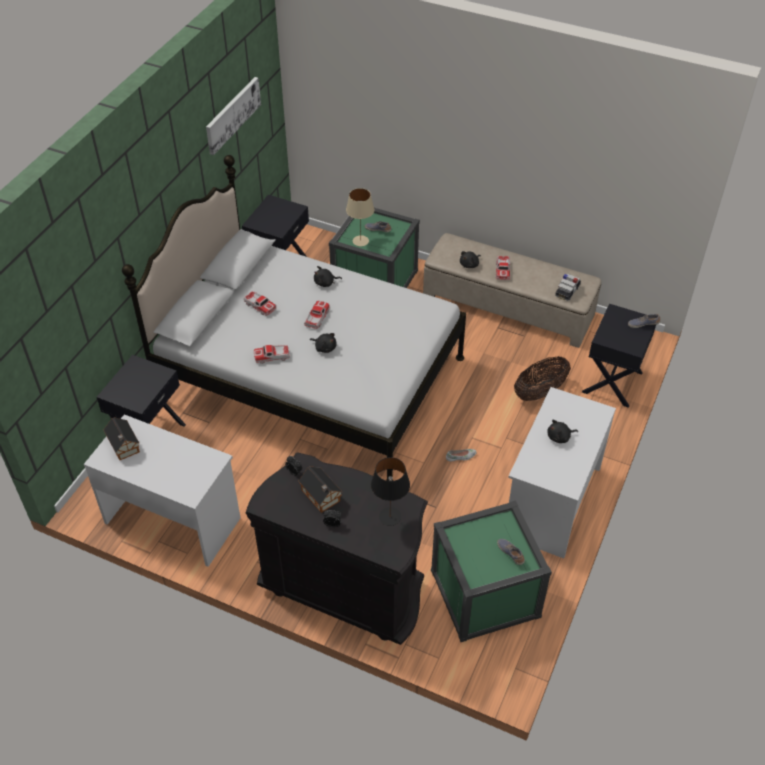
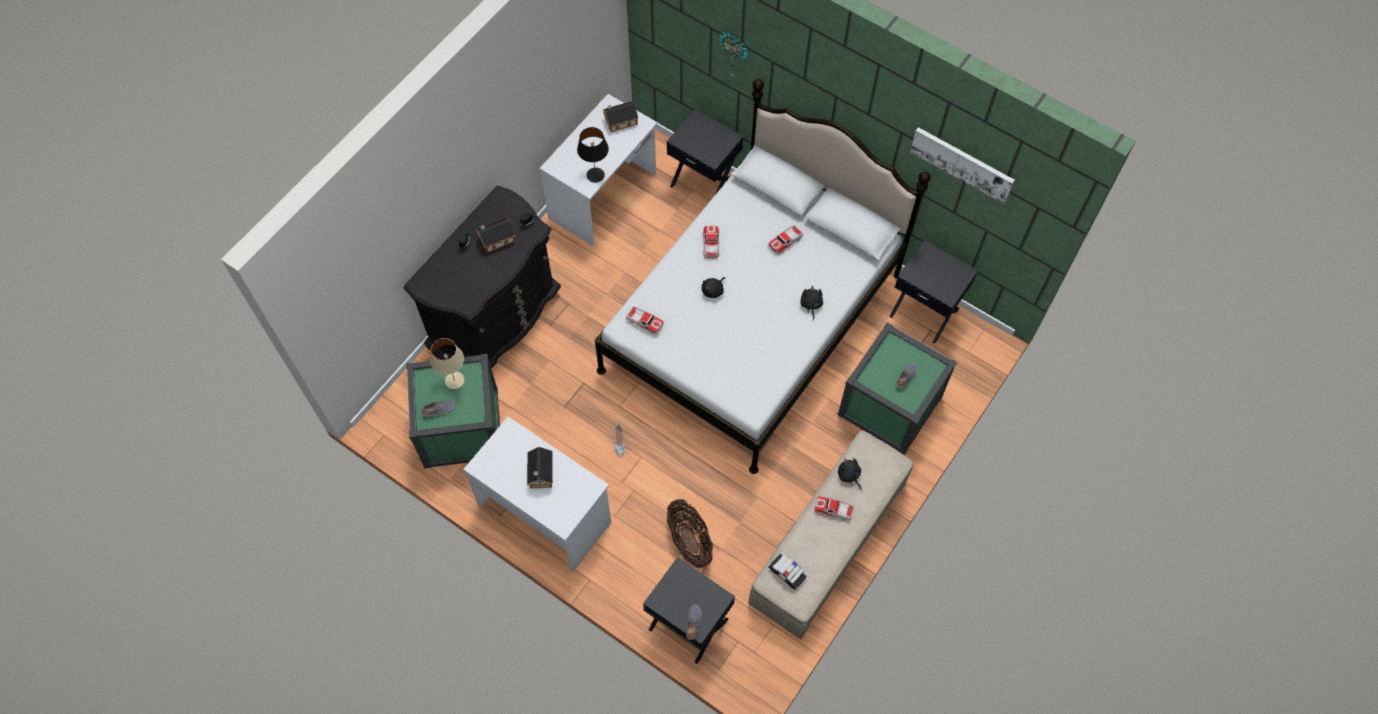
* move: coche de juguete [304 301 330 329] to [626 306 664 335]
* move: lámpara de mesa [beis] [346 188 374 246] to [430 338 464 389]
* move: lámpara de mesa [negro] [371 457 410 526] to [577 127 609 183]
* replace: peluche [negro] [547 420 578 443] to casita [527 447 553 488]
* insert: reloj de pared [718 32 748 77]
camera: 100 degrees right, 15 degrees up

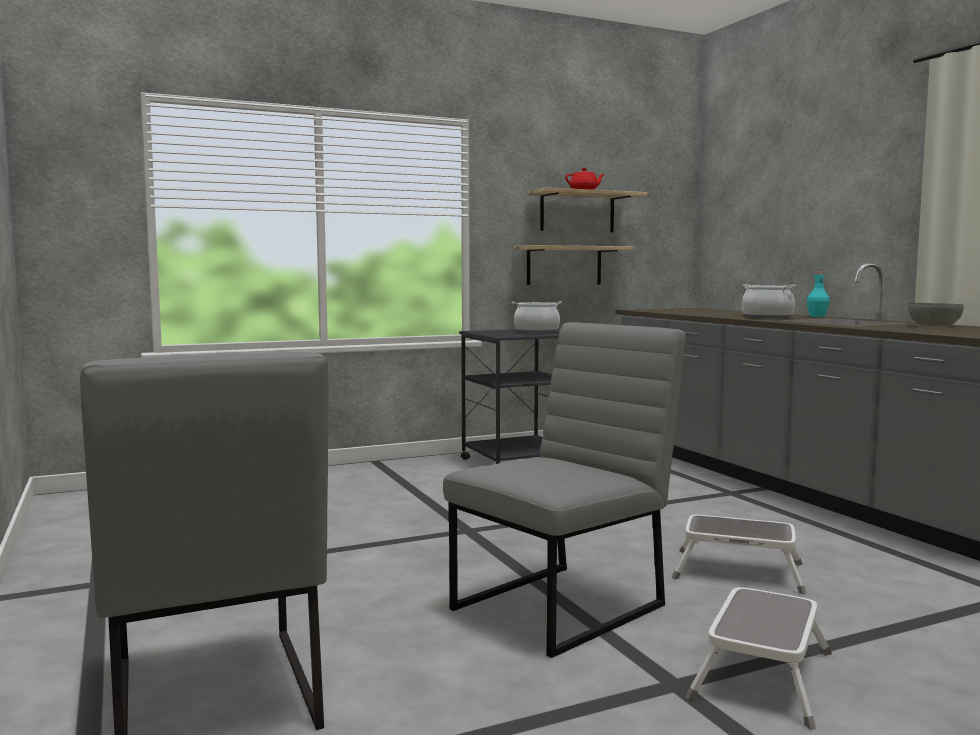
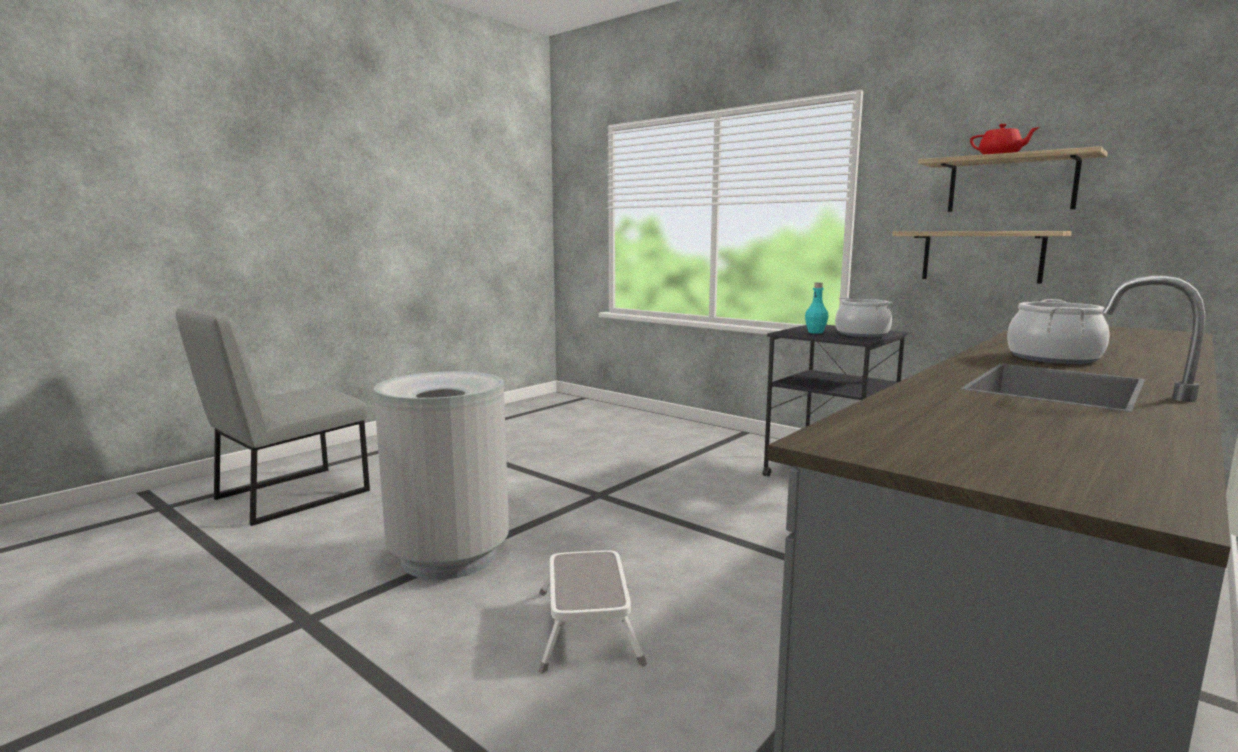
* replace: silla [gris] [443 322 685 658] to papelera [gris] [374 371 509 580]
* delete: escalera de tijera [gris] [685 587 832 730]
* move: botella [turquesa] [807 270 830 317] to [805 283 829 334]
* delete: cuenco [gris] [908 303 964 327]
camera: 65 degrees right, 5 degrees up

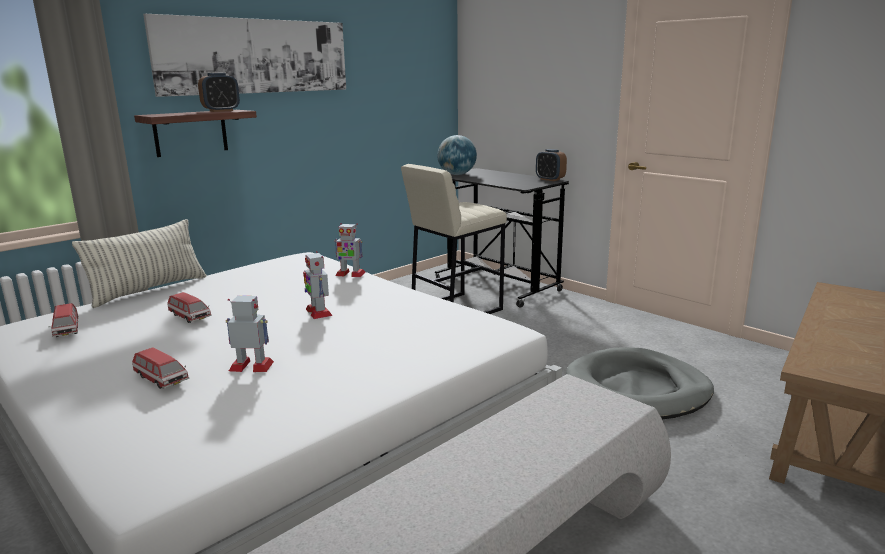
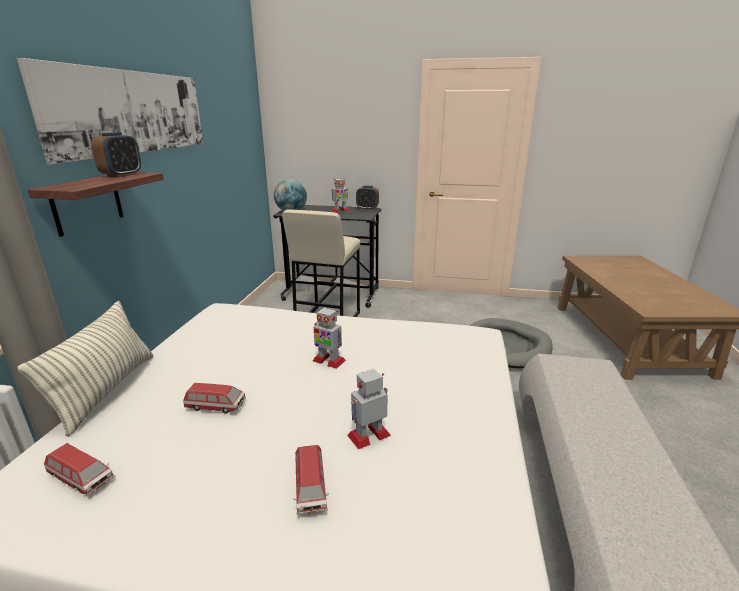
* rotate: coche de juguete [132 347 189 389] = [293 445 329 515] 75 degrees clockwise
* move: robot de juguete [335 223 366 277] to [331 179 350 212]
camera: 35 degrees left, 5 degrees up

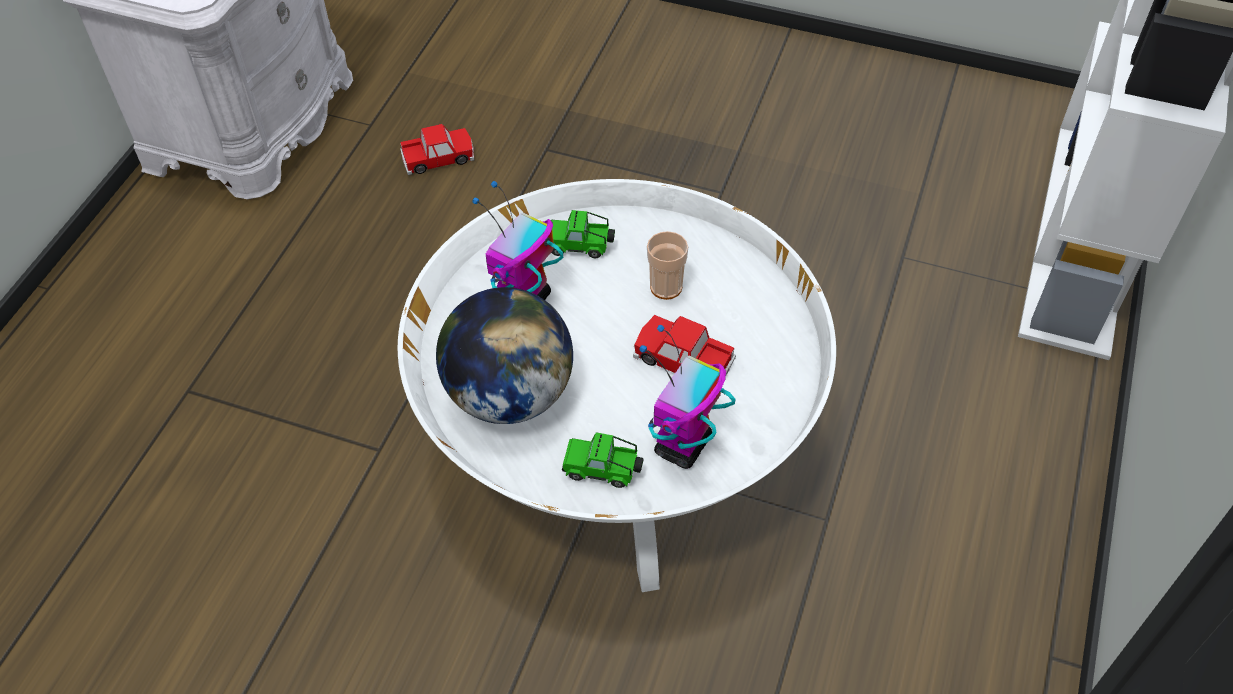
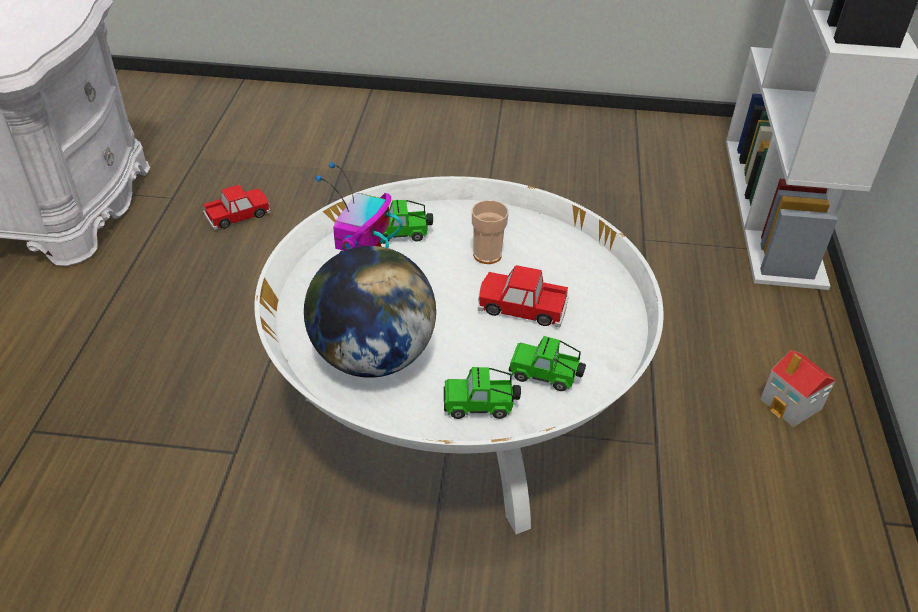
* replace: robot de juguete [640 325 735 469] to coche de juguete [509 336 586 391]
* insert: casita [760 350 836 427]
camera: 15 degrees left, 10 degrees down

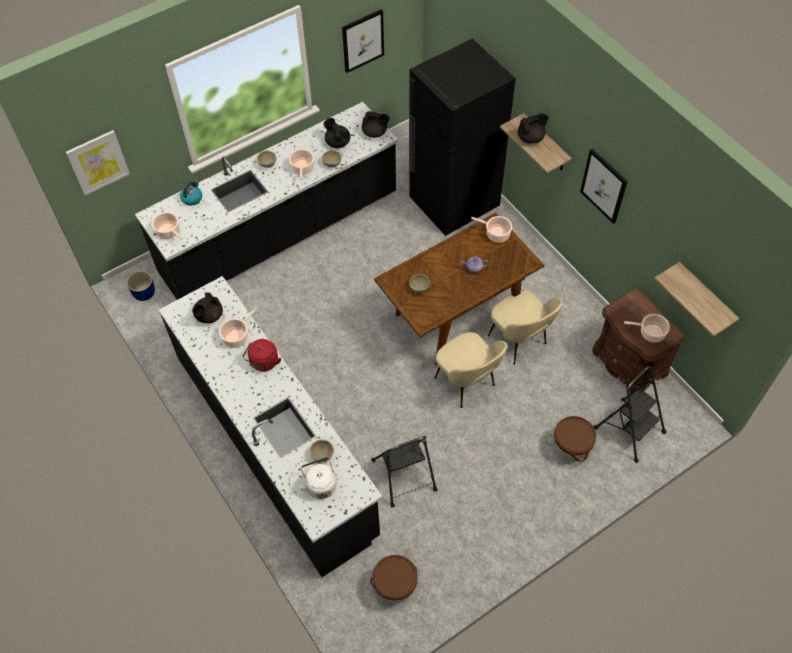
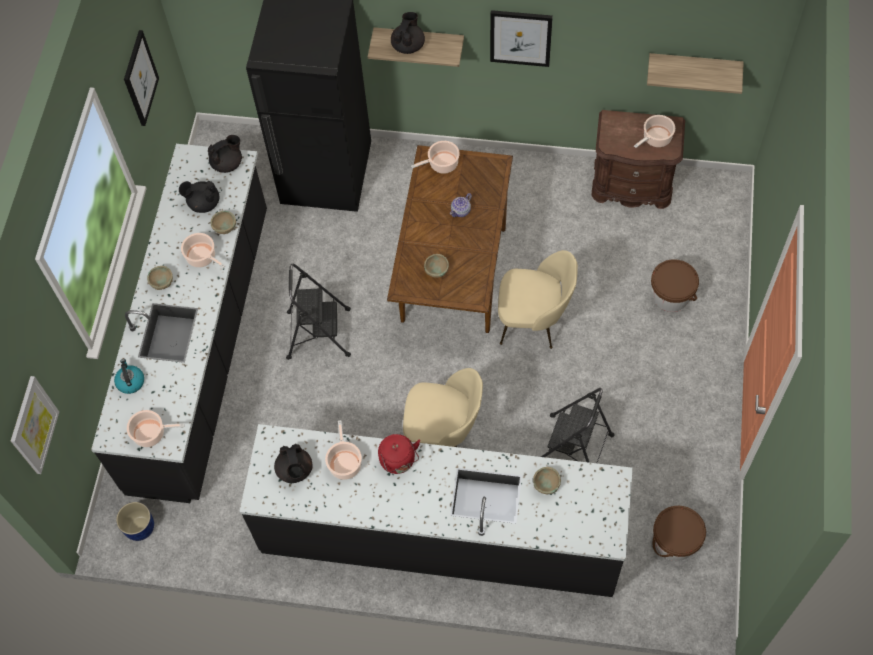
* delete: hervidor [blanco] [298 457 337 499]
* move: silla [beis] [488 291 563 365] to [403 368 483 447]
* move: escalera de tijera [negro] [593 366 666 463] to [286 263 351 360]
camera: 45 degrees left, 5 degrees up

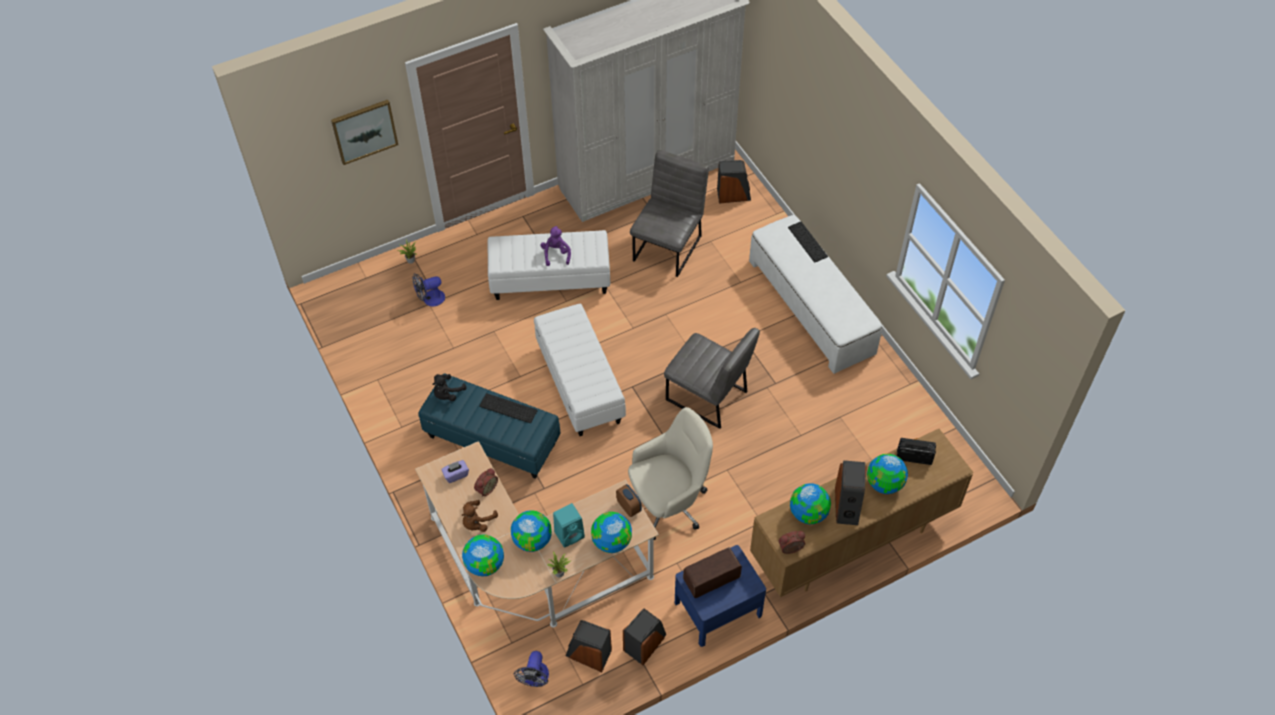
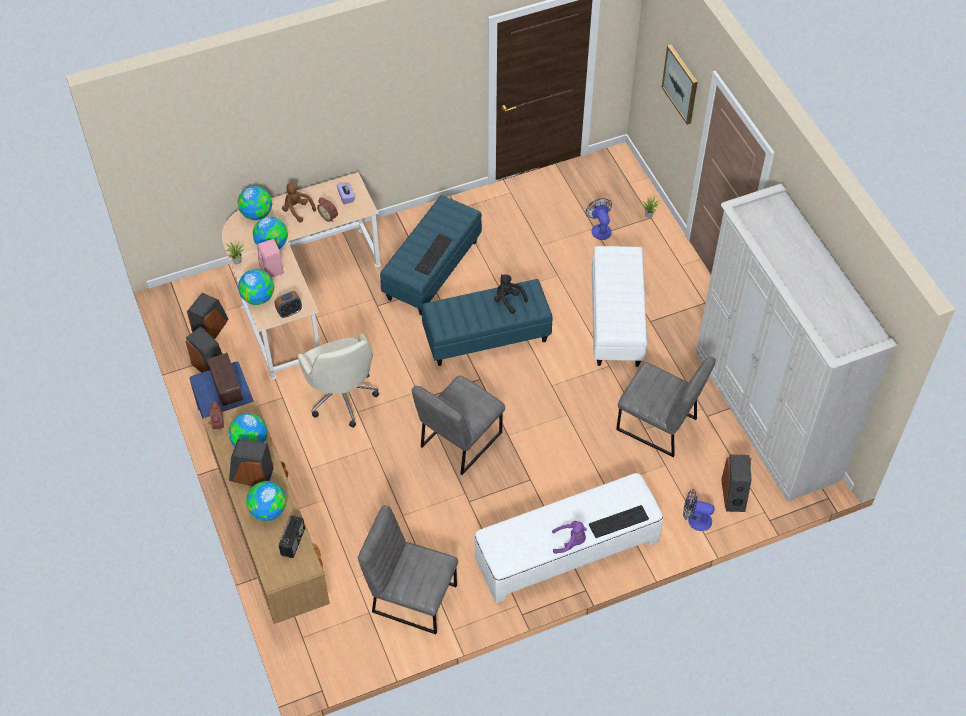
* move: peluche [negro] [432 374 467 401] to [494 274 528 314]
* move: ventilador [514 651 549 687] to [683 489 715 531]
* recolor: puf [blanco] [534 304 626 436] to puf [azul] [422 279 553 366]
* move: peluche [morado] [540 226 571 266] to [552 521 587 554]
* recolor: altavoz [turquesa] [553 503 585 548] to altavoz [rosa] [257 239 284 278]
* insert: silla [gris] [358 505 458 634]
camera: 95 degrees right, 0 degrees up

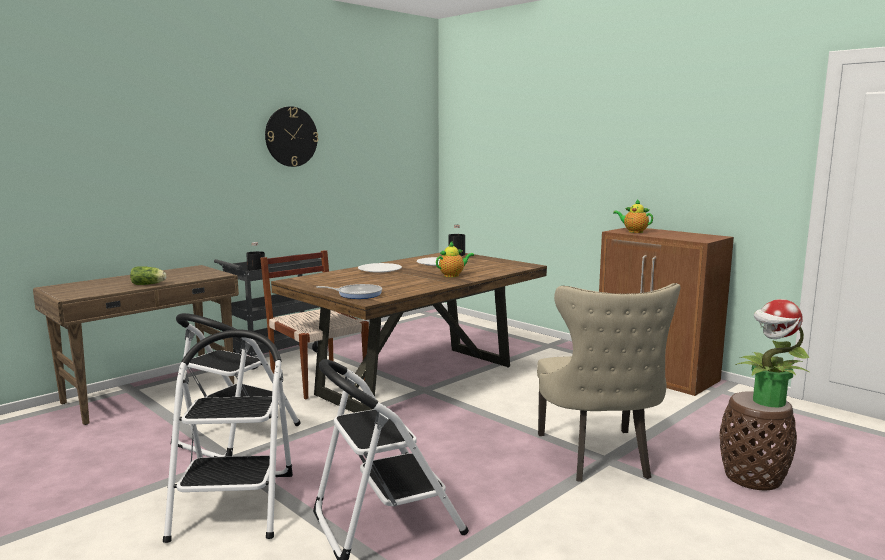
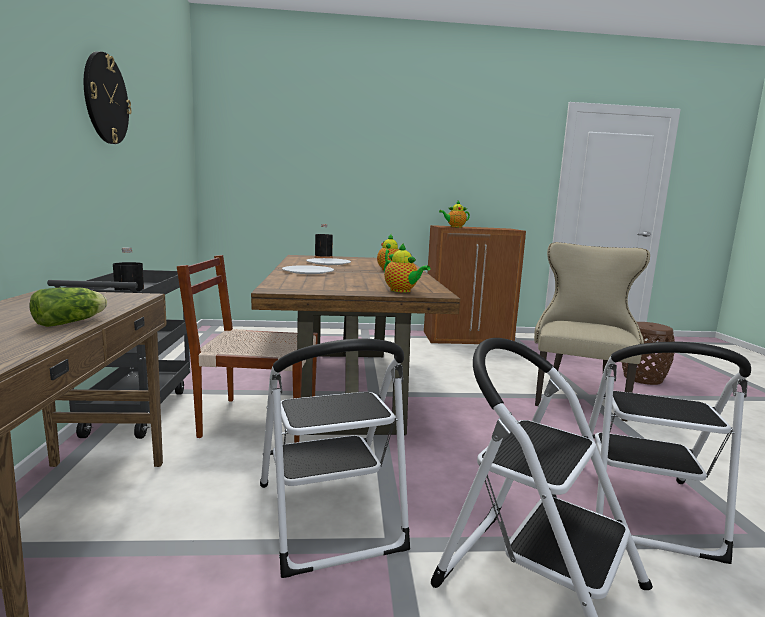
* replace: sartén [316 284 382 299] to tetera [384 243 431 292]
* rotate: silla [beis] [537 283 680 482] = [534 242 650 421] 105 degrees counterclockwise
* delete: planta en maceta [735 299 810 408]
camera: 50 degrees left, 0 degrees up

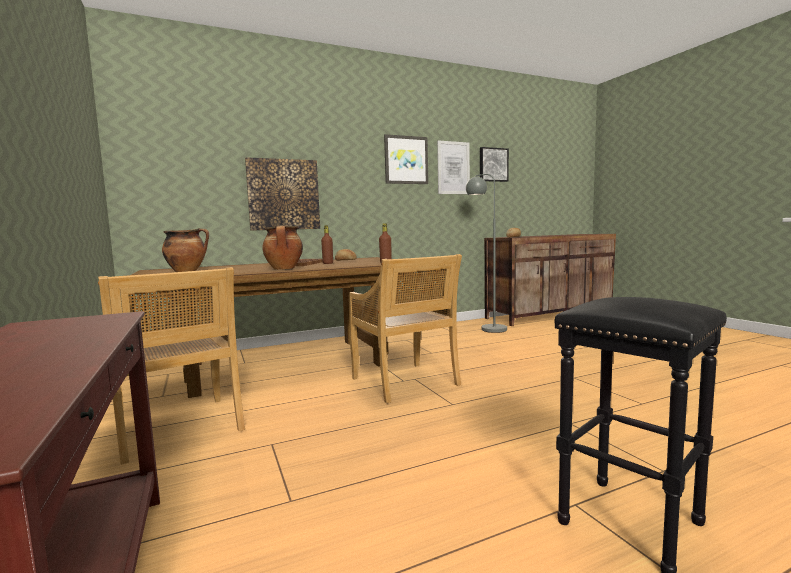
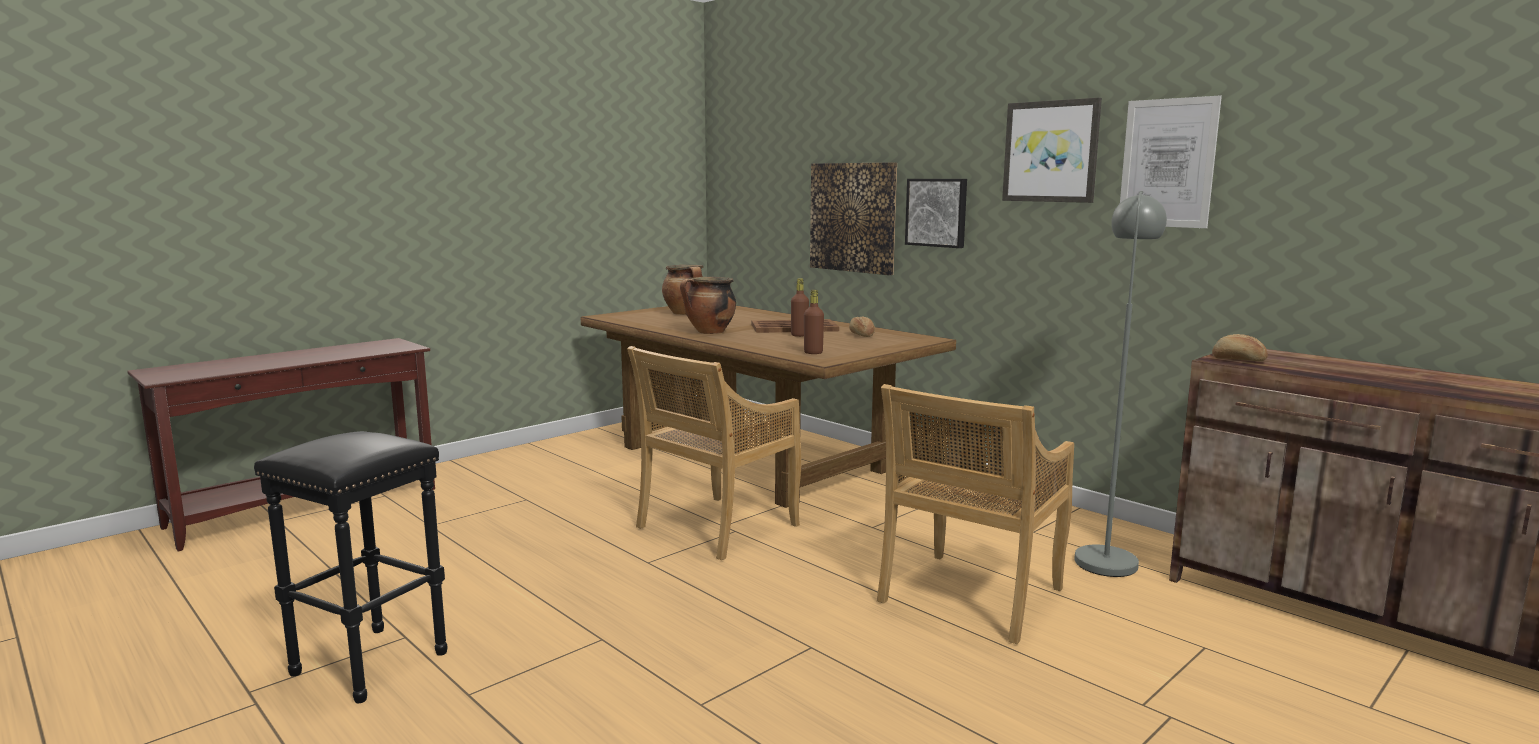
* move: silla [beis] [98 267 245 465] to [877 384 1074 644]
* move: cuadro [480 147 509 182] to [905 179 967 248]
camera: 70 degrees right, 5 degrees up

